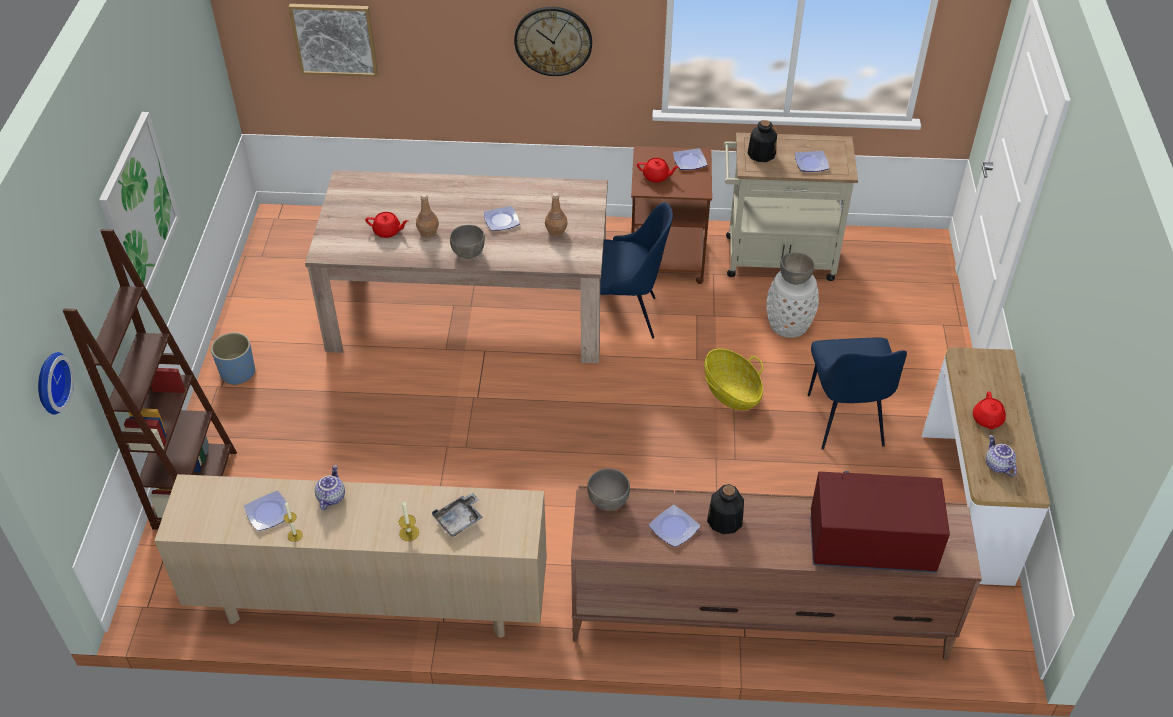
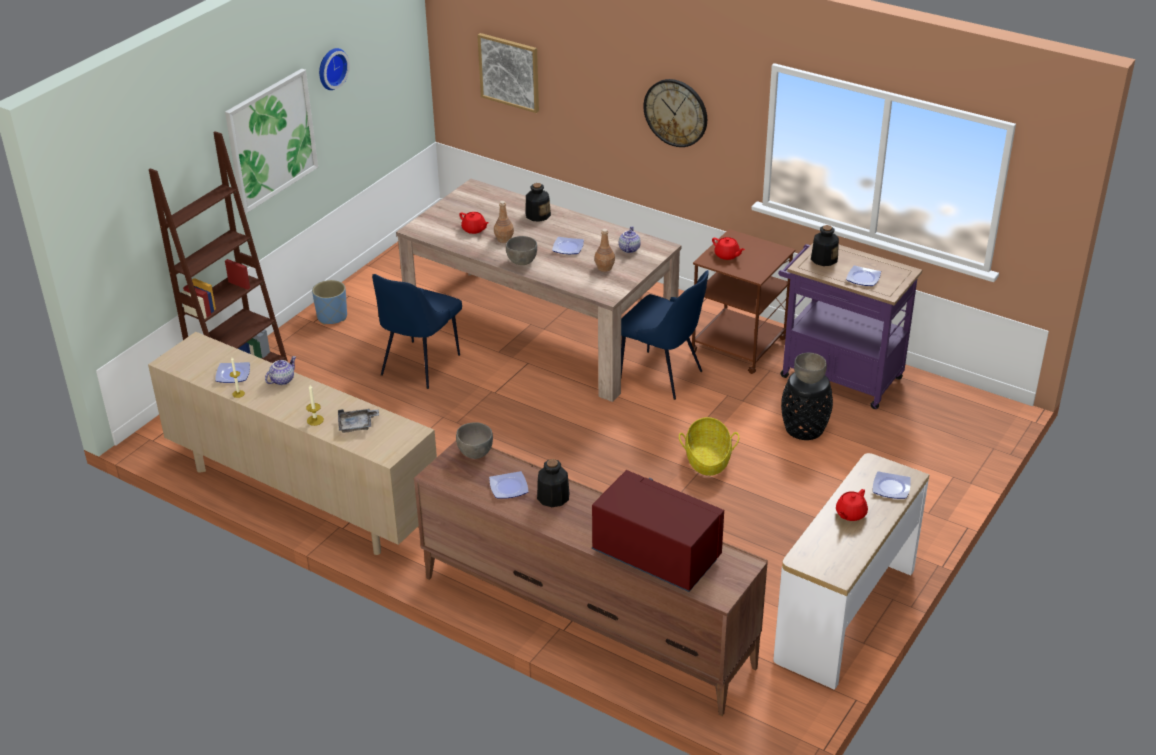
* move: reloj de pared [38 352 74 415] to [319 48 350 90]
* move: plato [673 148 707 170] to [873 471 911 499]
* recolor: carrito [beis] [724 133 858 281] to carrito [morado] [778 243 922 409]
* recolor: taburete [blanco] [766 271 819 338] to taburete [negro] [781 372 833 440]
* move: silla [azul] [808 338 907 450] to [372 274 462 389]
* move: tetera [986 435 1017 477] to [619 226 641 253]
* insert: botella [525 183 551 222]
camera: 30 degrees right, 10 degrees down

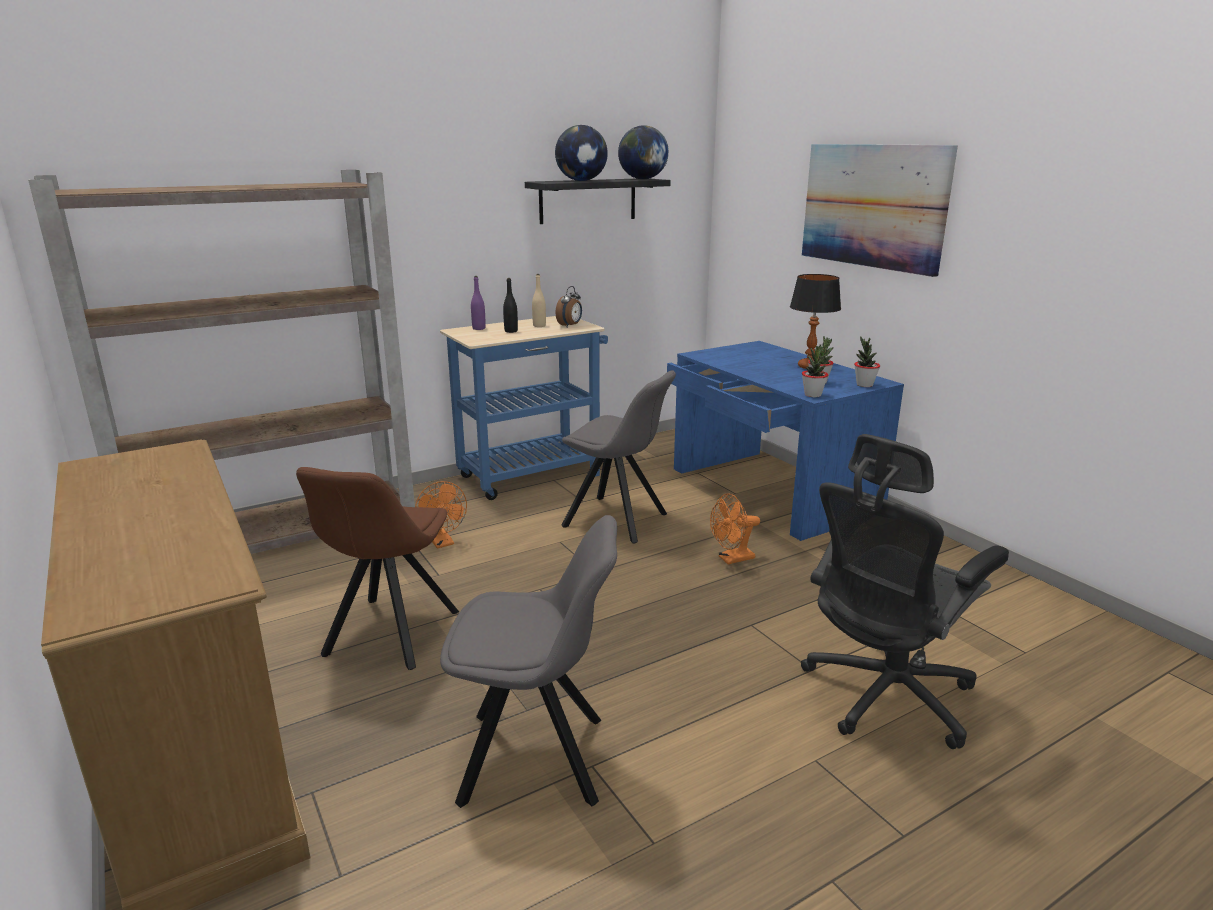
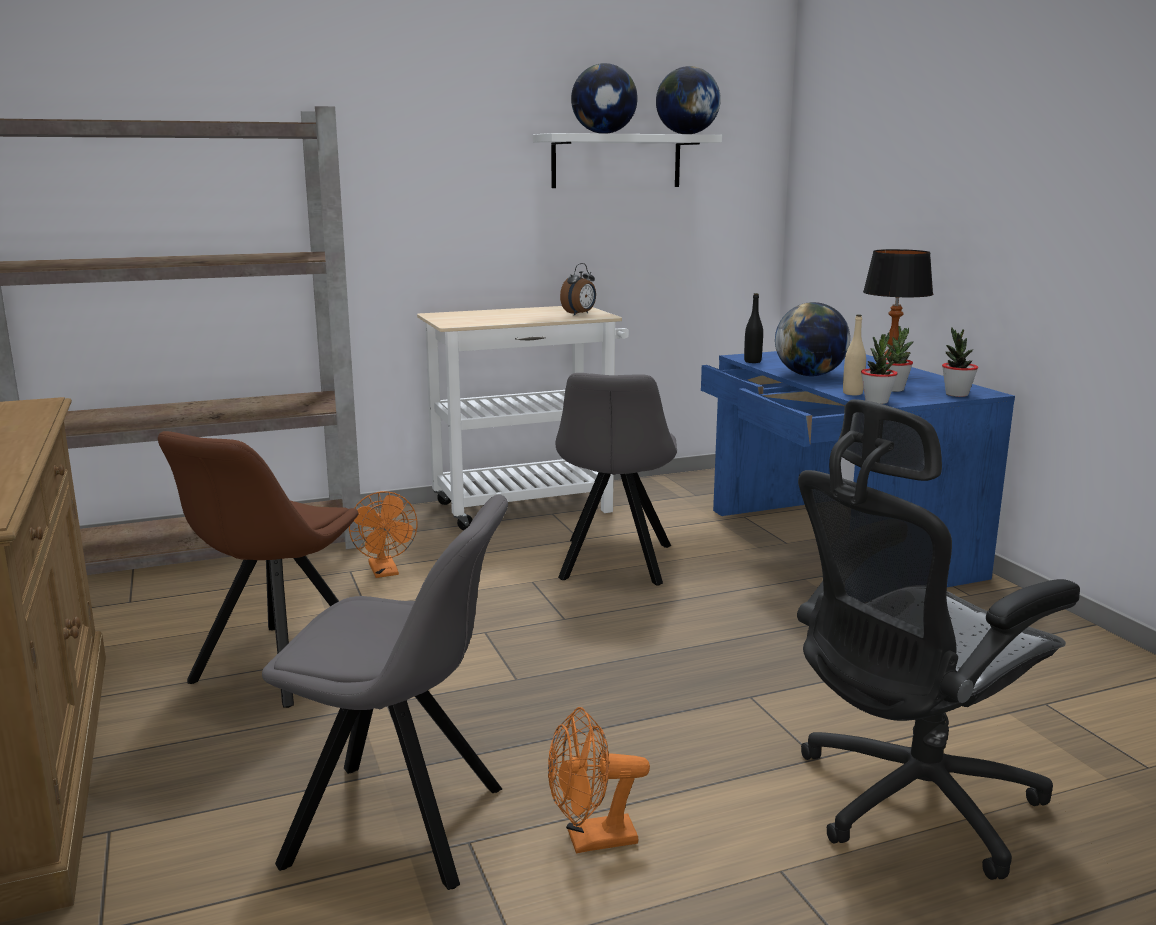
* recolor: carrito [azul] [440 316 608 500] to carrito [blanco] [417 306 629 530]
* delete: botella [morado] [471 276 486 330]
* move: botella [negro] [503 278 518 333] to [744 293 763 363]
* recolor: estante [negro] [525 178 671 224] to estante [blanco] [533 133 722 188]
* move: botella [beis] [532 274 546 327] to [843 314 866 395]
* rotate: silla [gris] [562 370 676 543] = [555 373 677 586] 60 degrees clockwise
* move: ventilador [naranja] [710 493 760 564] to [548 707 650 853]
* delete: cuadro [802 144 958 277]
* insert: globo terráqueo [775 302 850 376]
camera: 10 degrees right, 5 degrees down

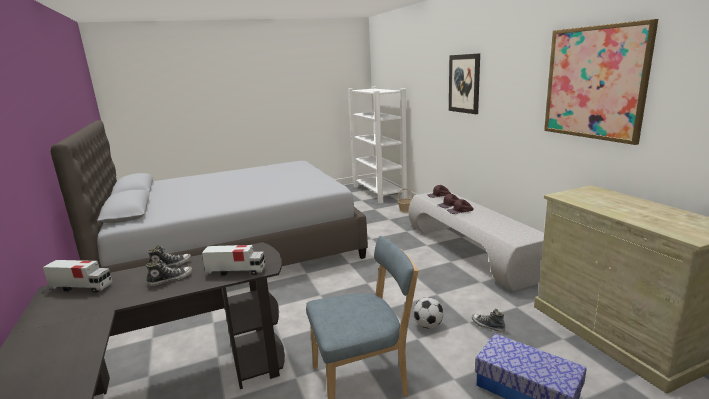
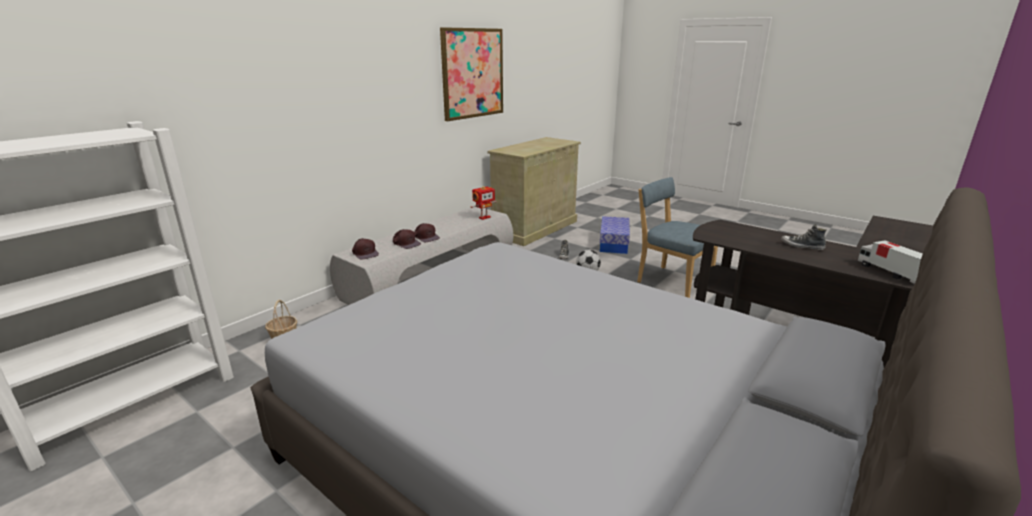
* delete: zapato [148 245 191 267]
* delete: camión de juguete [202 245 266 276]
* delete: cuadro [449 53 480 114]
* insert: robot de juguete [471 186 497 220]
camera: 120 degrees left, 5 degrees up

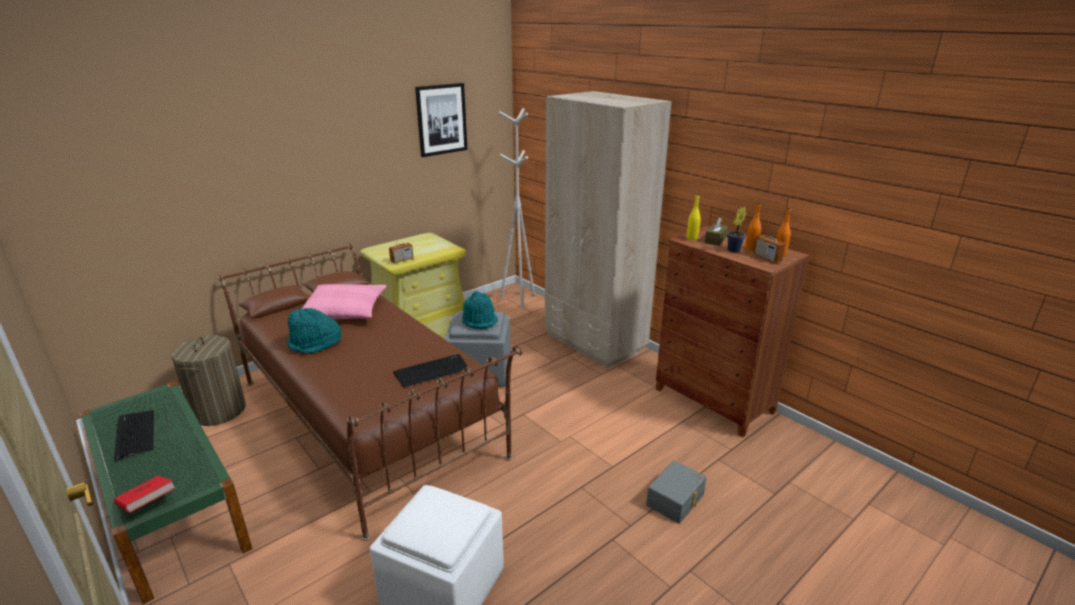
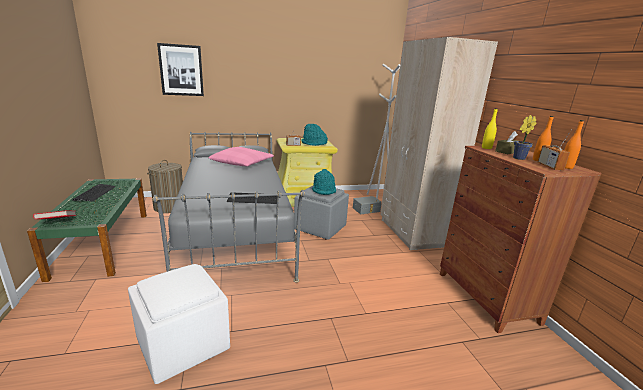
* recolor: cama [marrón] [218 244 522 541] to cama [gris] [153 132 305 283]
* move: sombrero [turquesa] [287 308 341 353] to [301 124 328 146]
* move: cuadro [415 83 467 157] to [157 43 204 96]
* move: caja de almacenaje [gris] [646 460 706 524] to [353 196 382 214]
camera: 25 degrees right, 5 degrees down

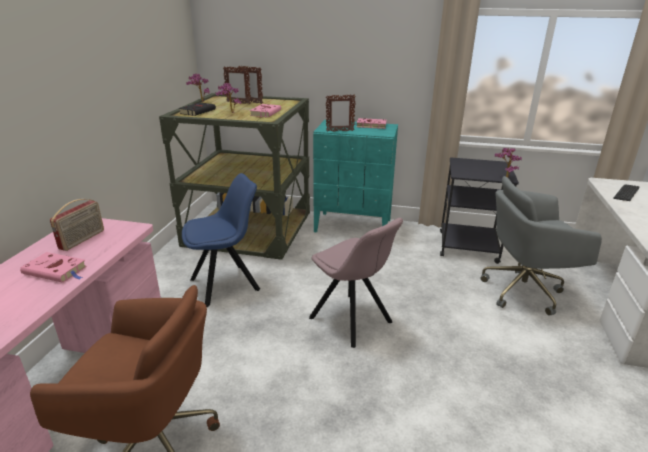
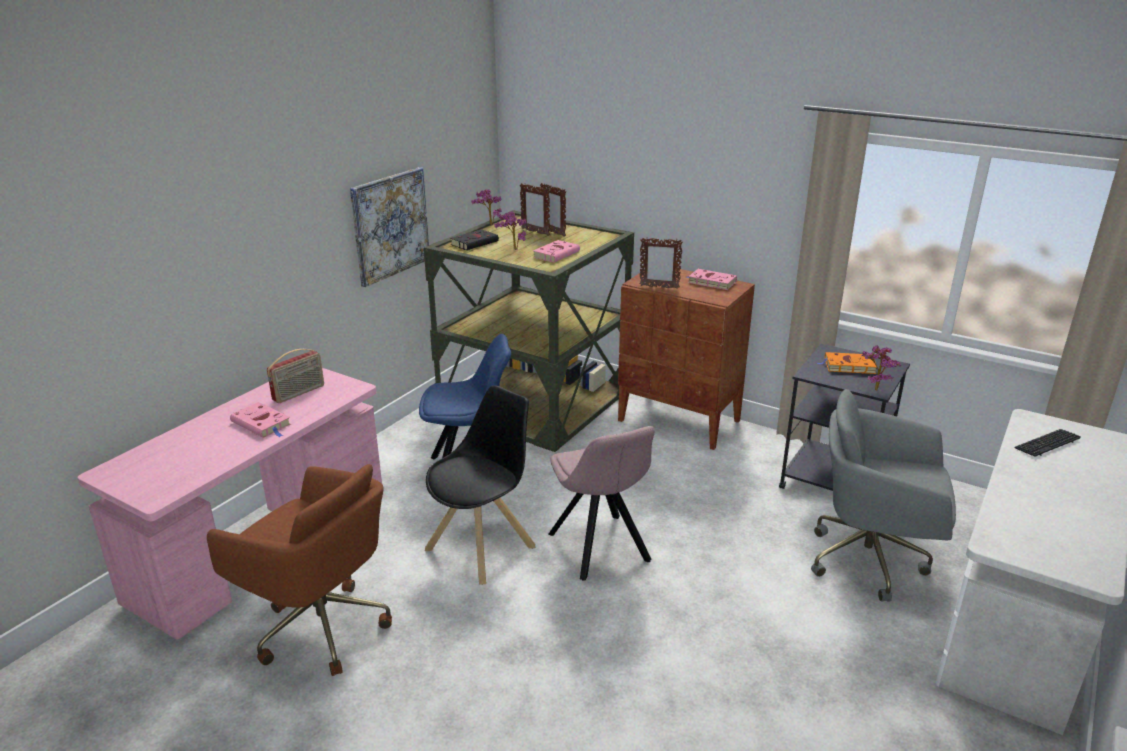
* recolor: cómoda [turquesa] [313 120 398 233] to cómoda [marrón] [618 269 755 450]
* insert: cuadro [350 167 429 287]
* insert: silla [negro] [425 386 535 584]
* insert: libro [naranja] [817 352 877 374]
camera: 20 degrees right, 0 degrees up

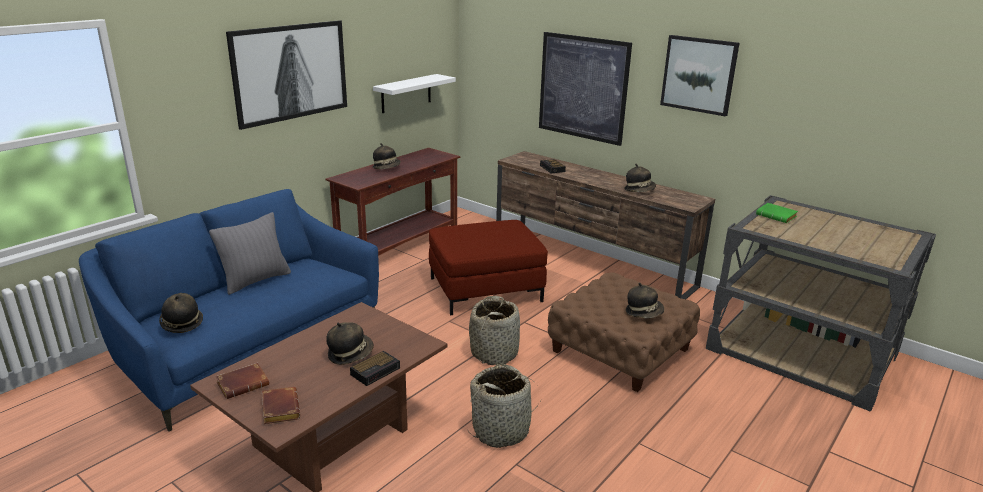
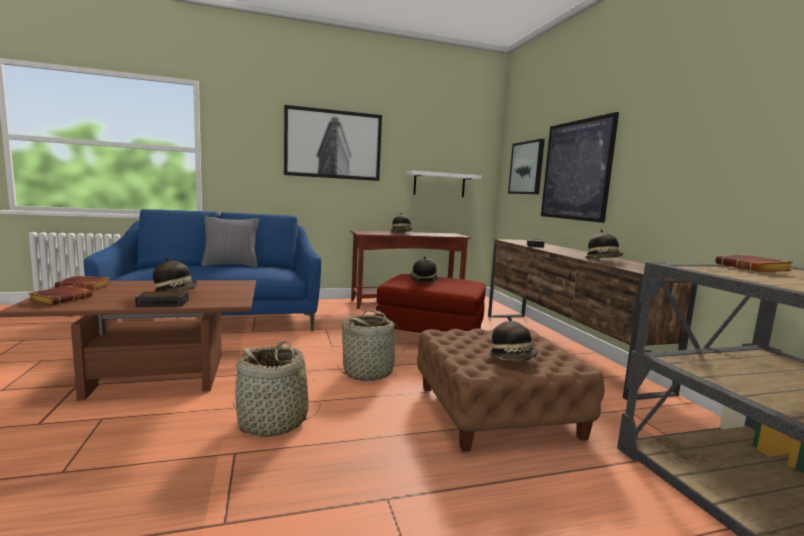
* move: sombrero [159 293 203 333] to [410 256 438 283]
* move: cuadro [660 35 740 116] to [508 139 545 194]
* recolor: libro [verde] [756 203 798 223] to libro [marrón] [715 255 793 272]
camera: 35 degrees right, 15 degrees down

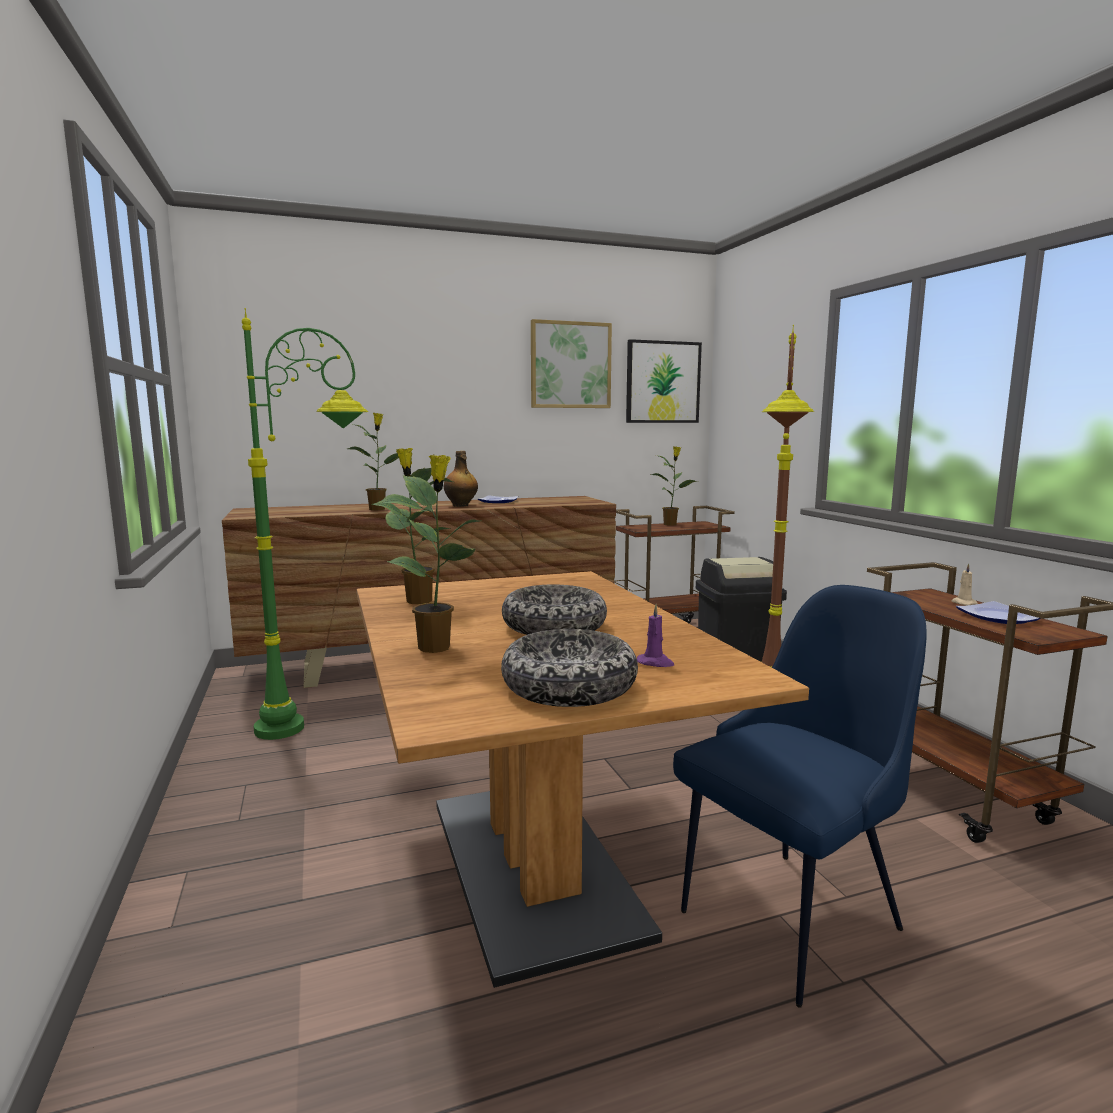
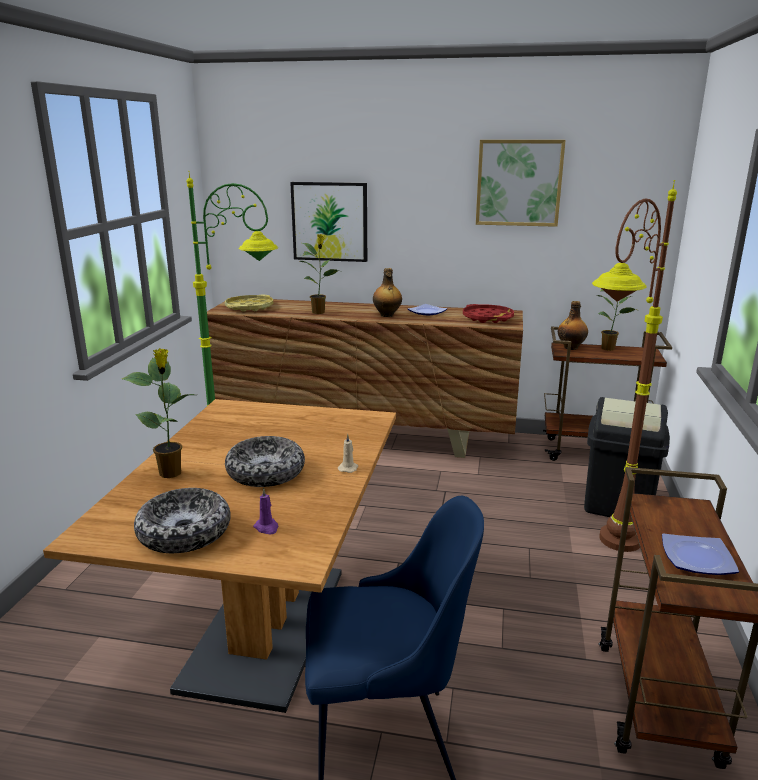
* delete: planta en maceta [371 448 453 604]
* move: cuadro [626 339 702 423] to [290 182 367 262]
* move: vela [beis] [952 563 978 606] to [338 434 358 473]
* insert: bandeja [amarillo] [225 295 273 312]
* insert: bandeja [rojo] [463 304 514 323]
* insert: botella [558 301 588 350]
camera: 30 degrees right, 10 degrees up

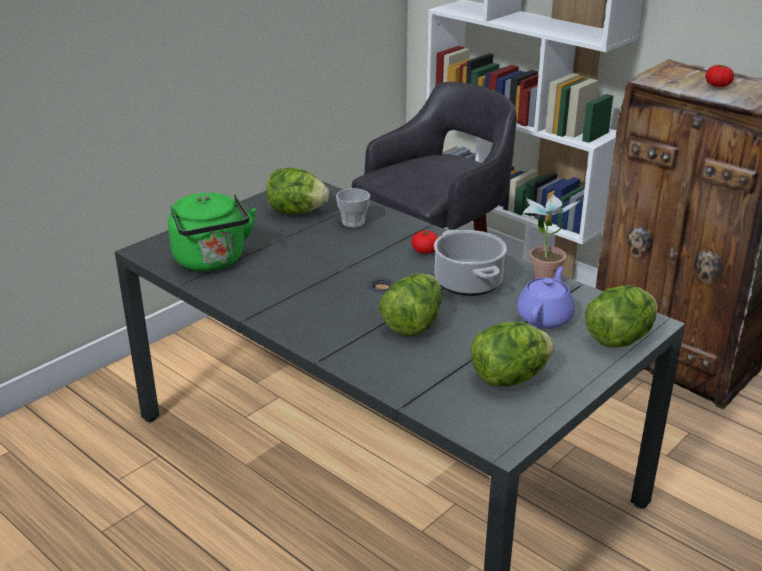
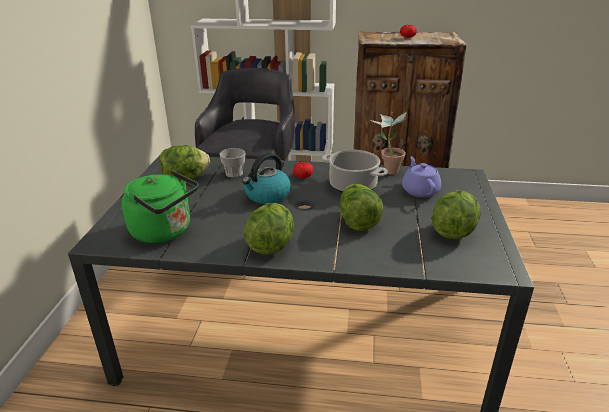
* move: lechuga [585 285 657 347] to [243 203 294 255]
* insert: hervidor [242 153 291 204]
camera: 35 degrees left, 0 degrees up

